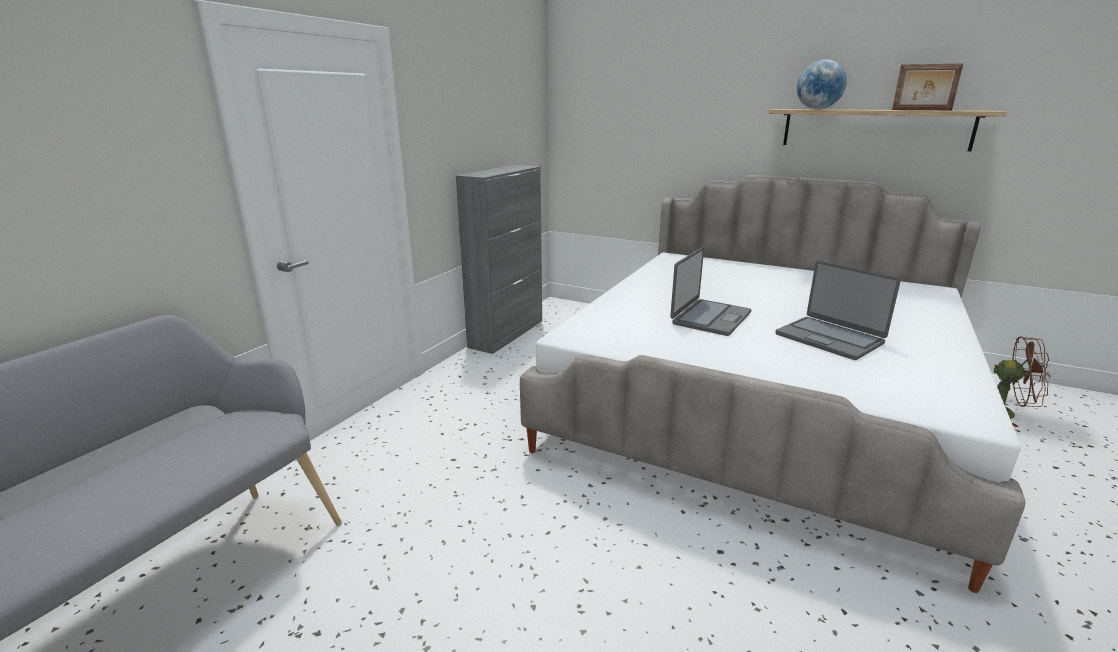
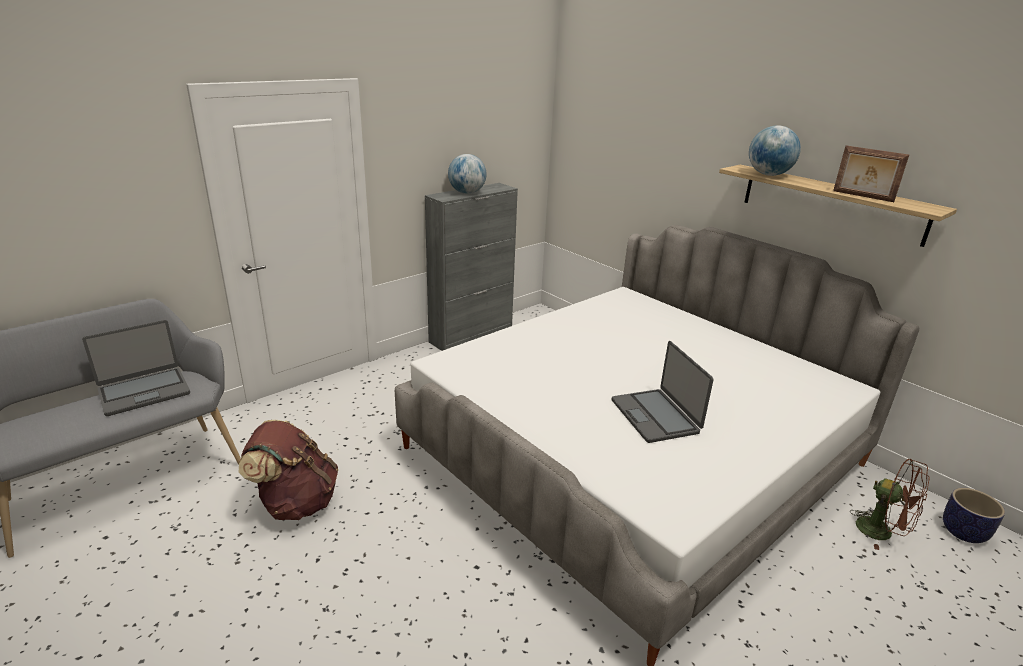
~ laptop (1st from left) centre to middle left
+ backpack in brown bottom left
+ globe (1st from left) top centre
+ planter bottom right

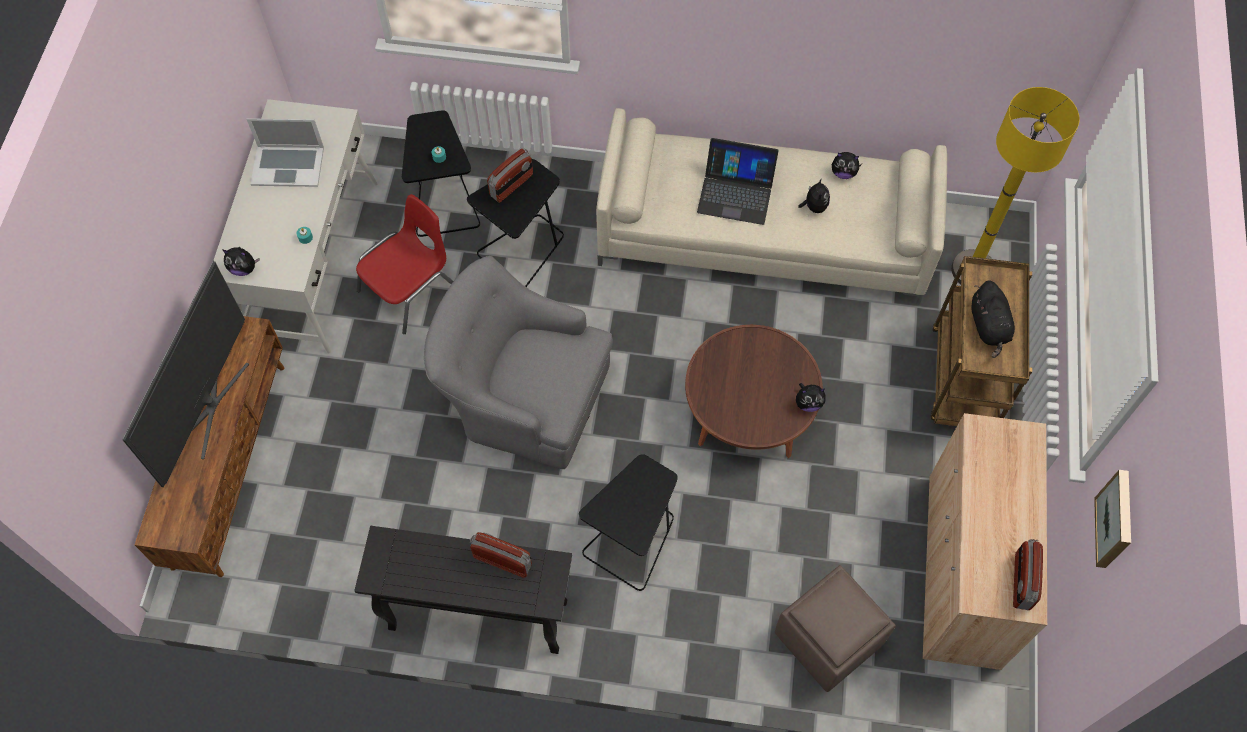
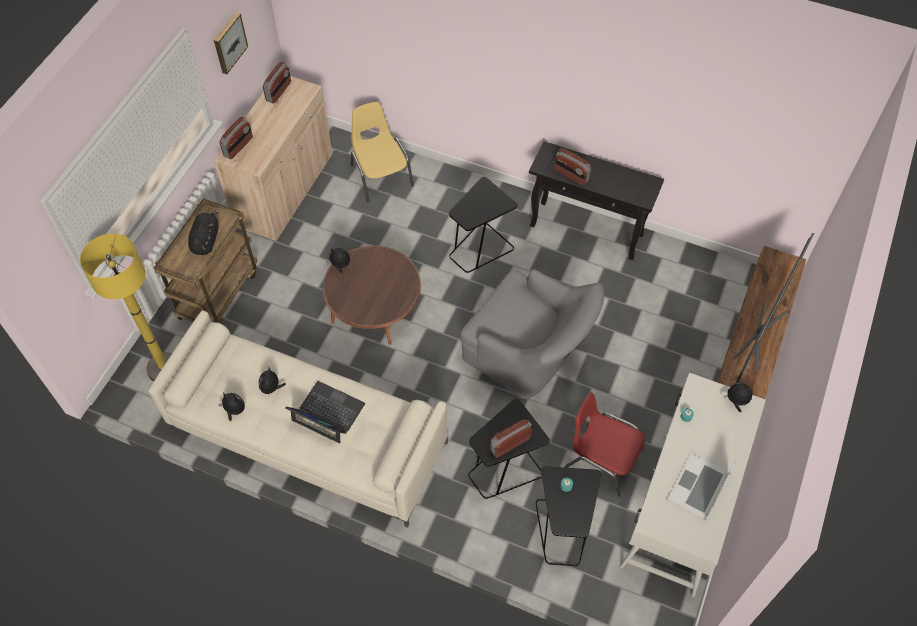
~ laptop (1st from left in the first image) top left = bottom right 75 degrees counterclockwise
~ chair in red middle left = bottom centre 60 degrees clockwise
~ ottoman in brown bottom right to chair in yellow top centre
+ radio (1st from left) top left

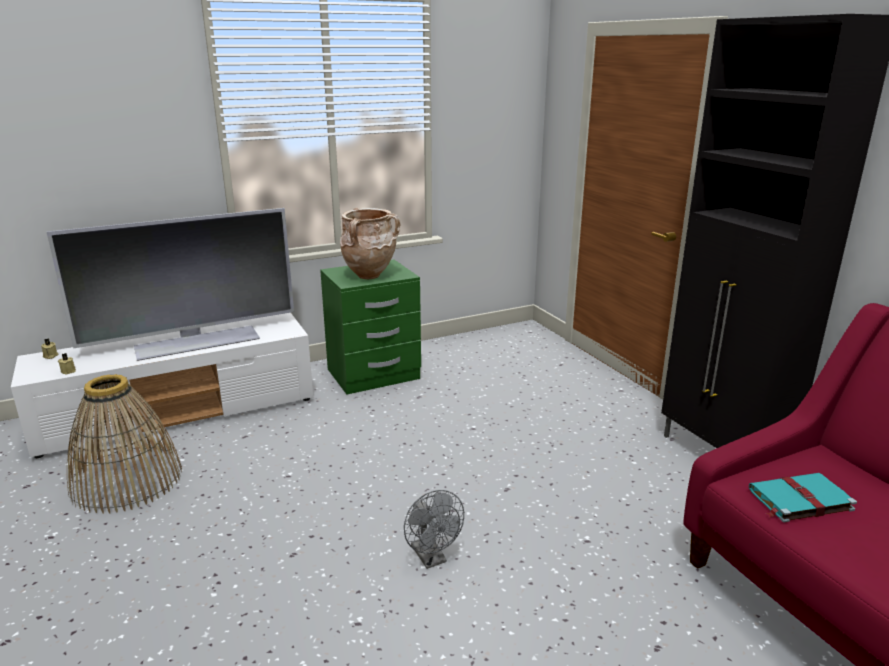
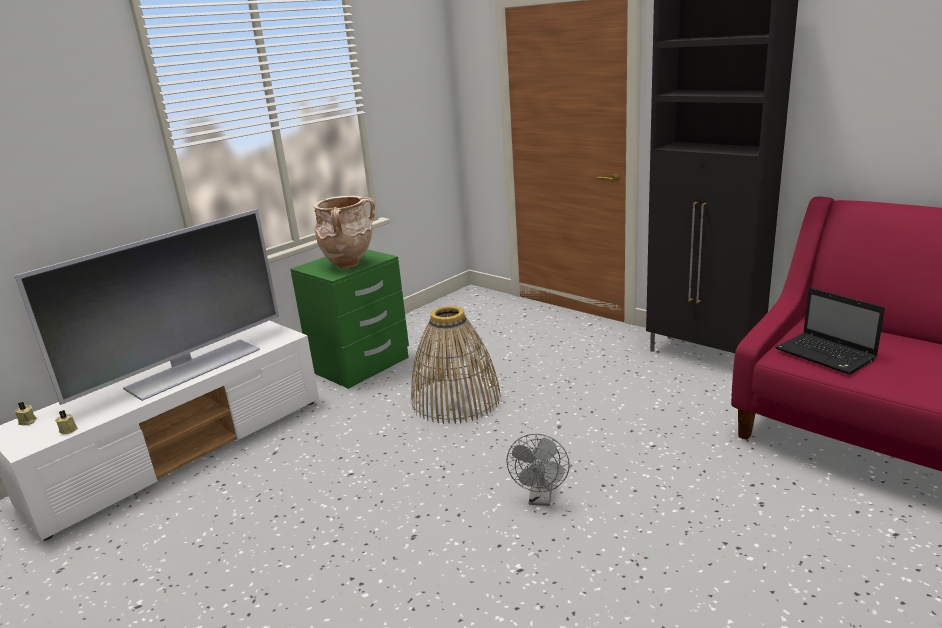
~ basket bottom left to centre
~ fan in grey bottom centre = bottom centre 60 degrees clockwise
~ book in turquoise bottom right to laptop middle right

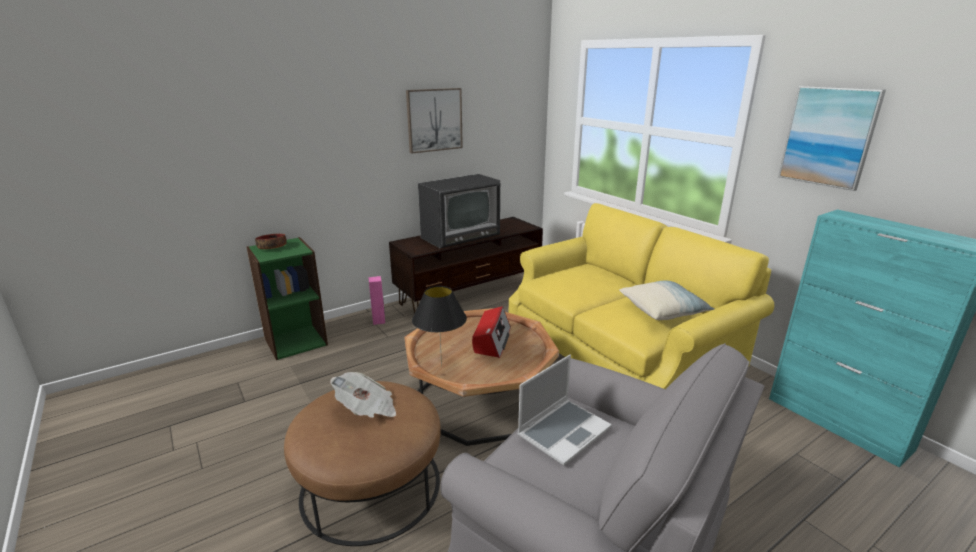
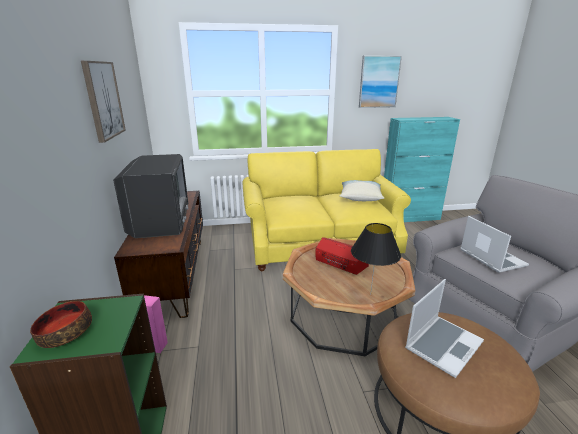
~ newspaper bottom centre to laptop (1st from left) bottom right

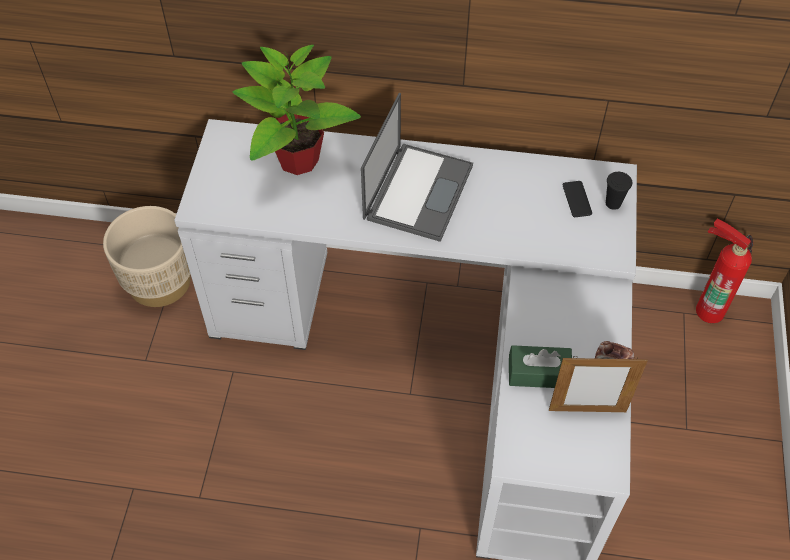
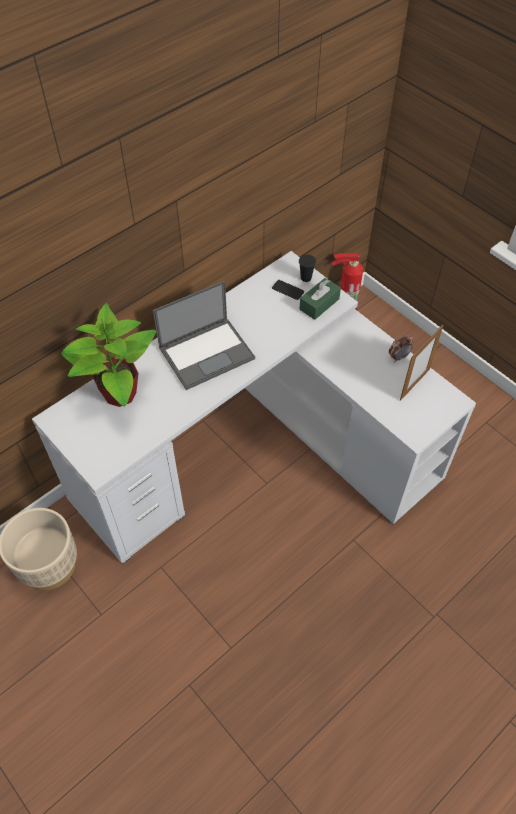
~ laptop top centre = centre 90 degrees clockwise
~ tissue box in green middle right to centre

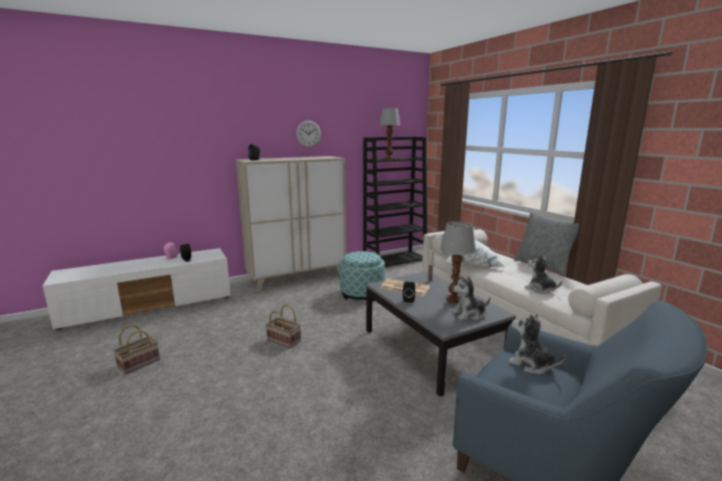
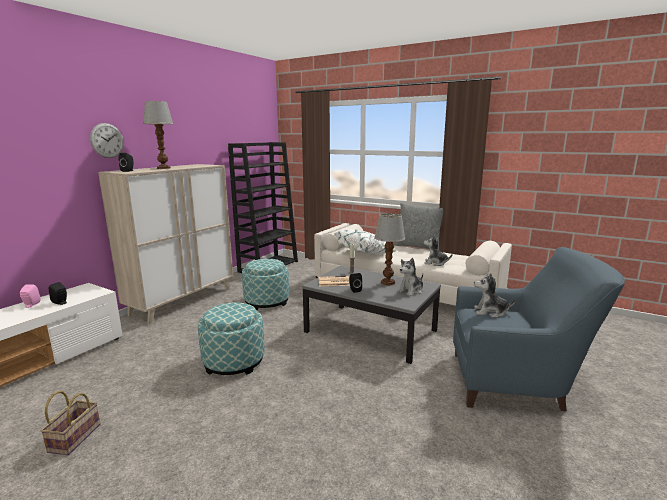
~ basket (2nd from left) bottom centre to ottoman (1st from left) bottom centre
~ wall clock top centre to top left
~ table lamp (1st from left) top centre to top left

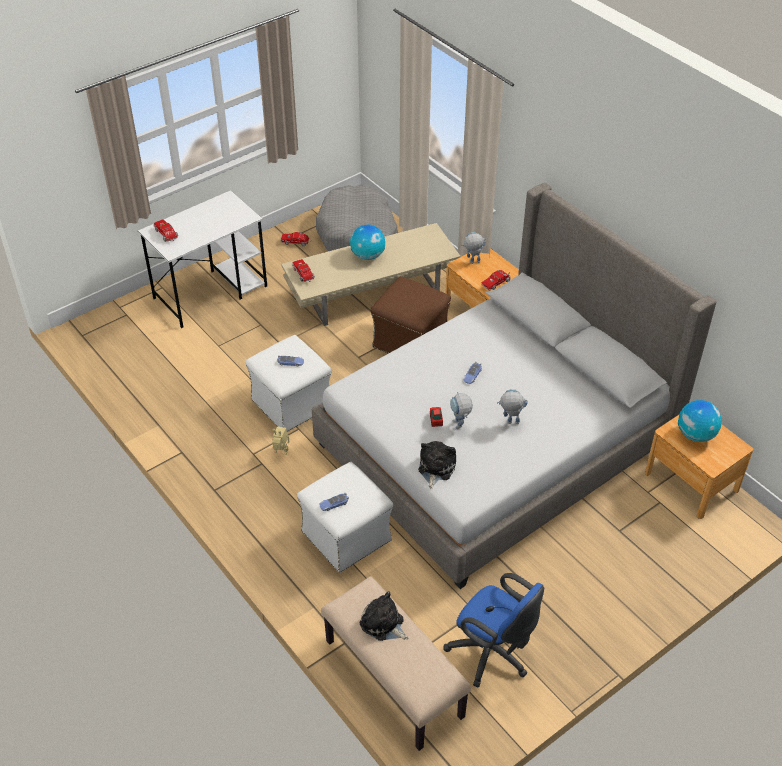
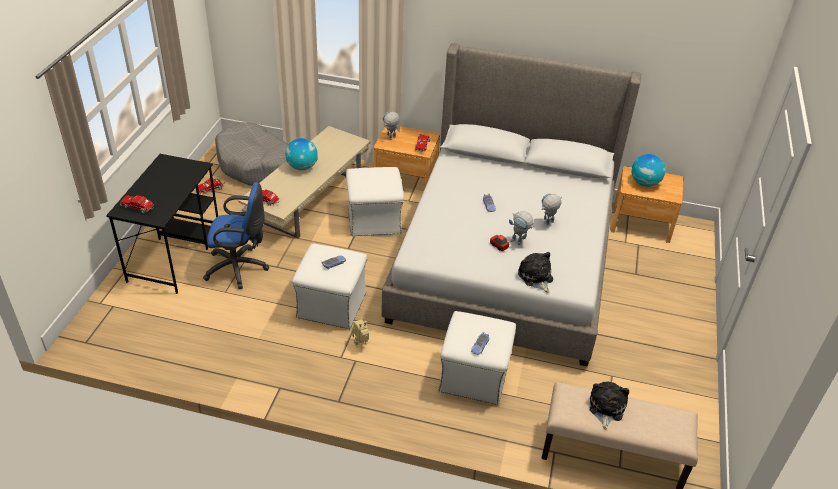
~ desk in white middle left to desk in black middle left
~ plush toy (1st from left in the first image) bottom centre = bottom right 105 degrees clockwise
~ ottoman in brown centre to ottoman in white (2nd from left) centre
~ office chair in blue bottom centre to middle left

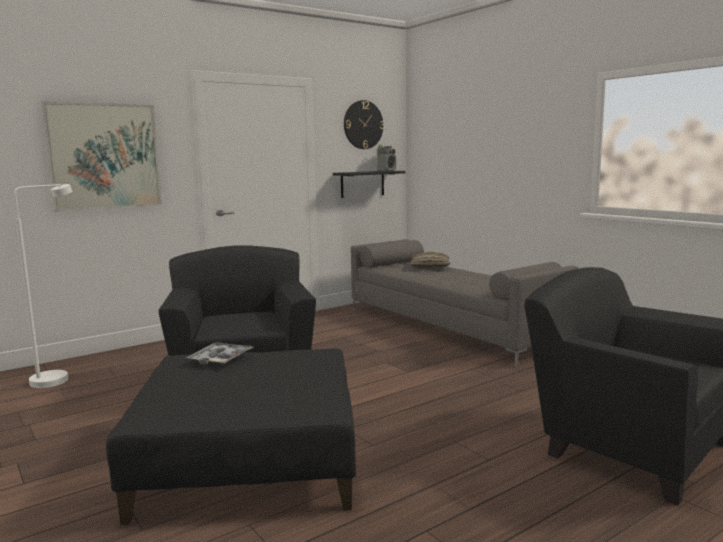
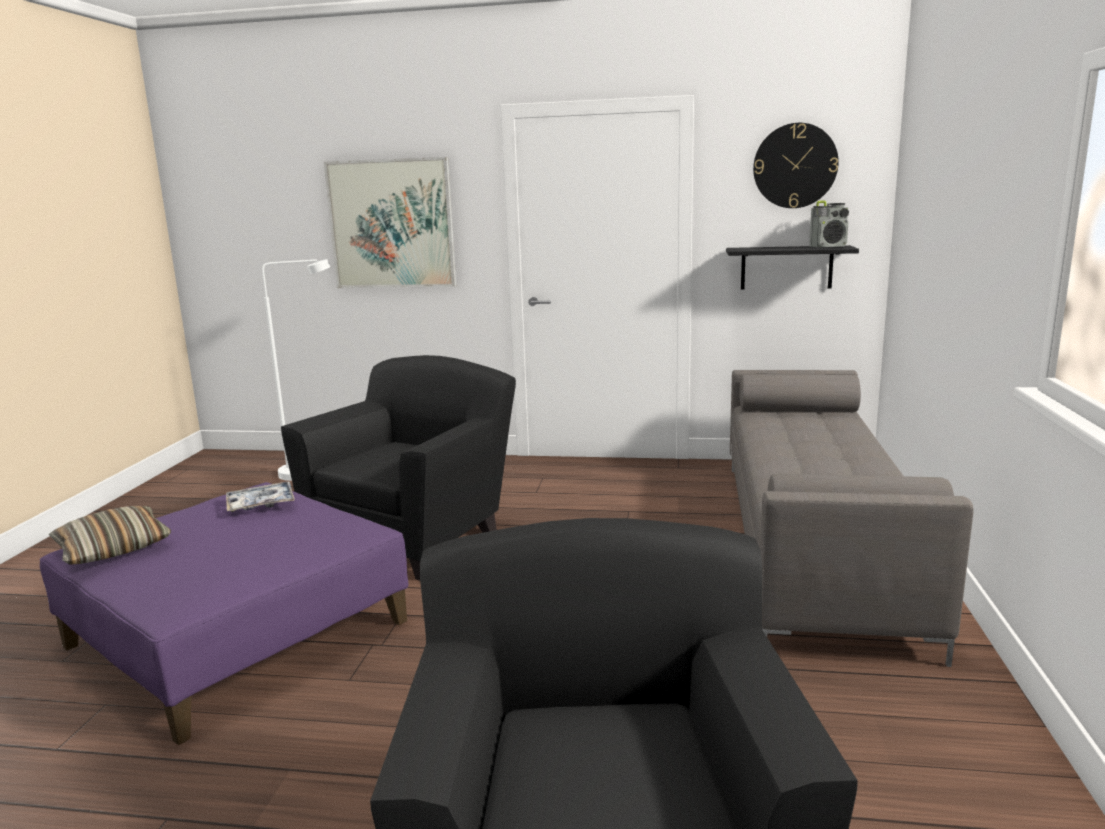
~ ottoman in black bottom left to ottoman in purple bottom left
~ pillow centre to middle left

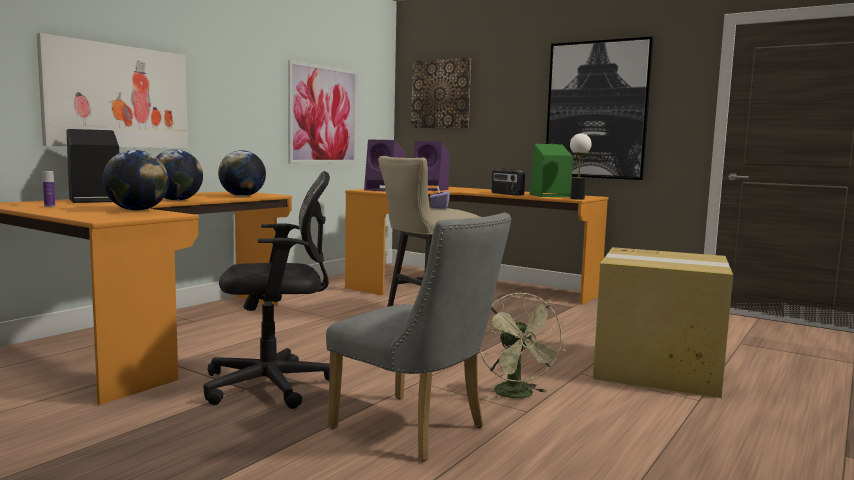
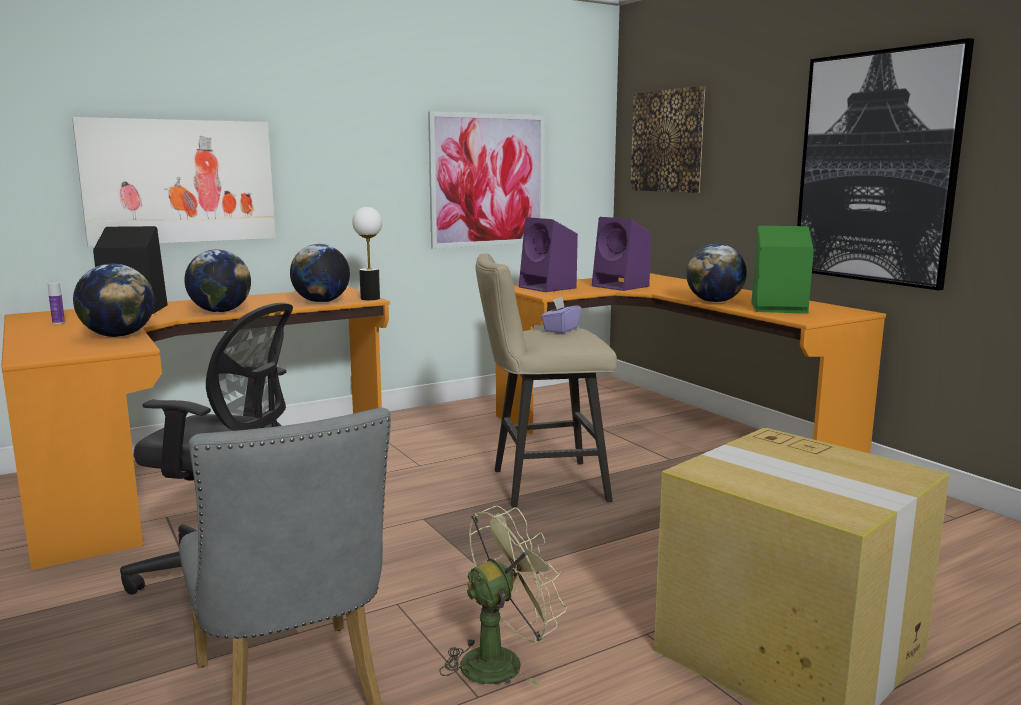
~ fan in green bottom centre = bottom centre 135 degrees counterclockwise
~ radio centre to globe (4th from left) middle right
~ table lamp middle right to centre

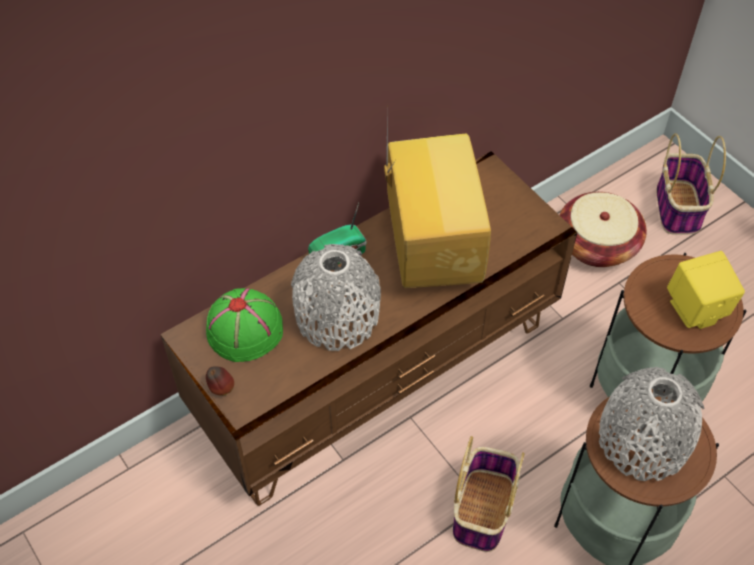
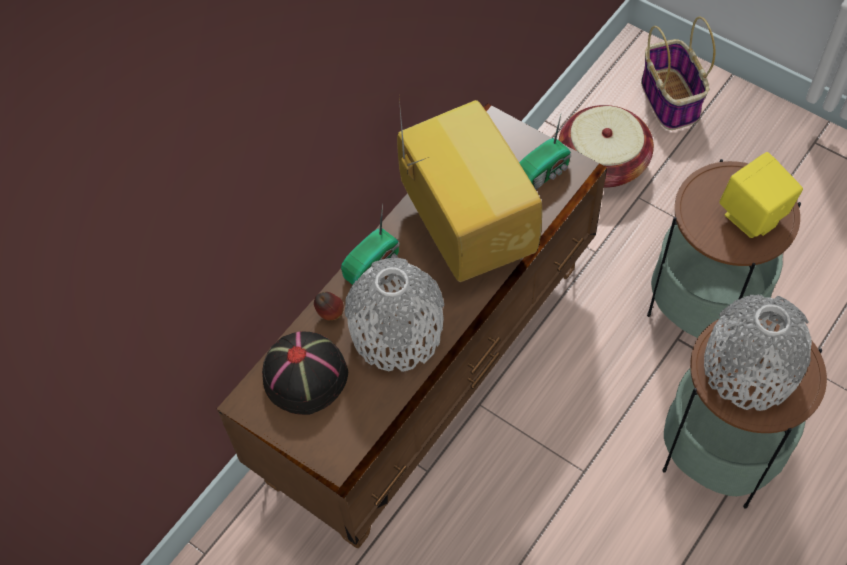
~ hat in green middle left to hat in black centre
~ apple bottom left to centre
- basket (1st from left) bottom centre
+ radio (2nd from left) top centre

